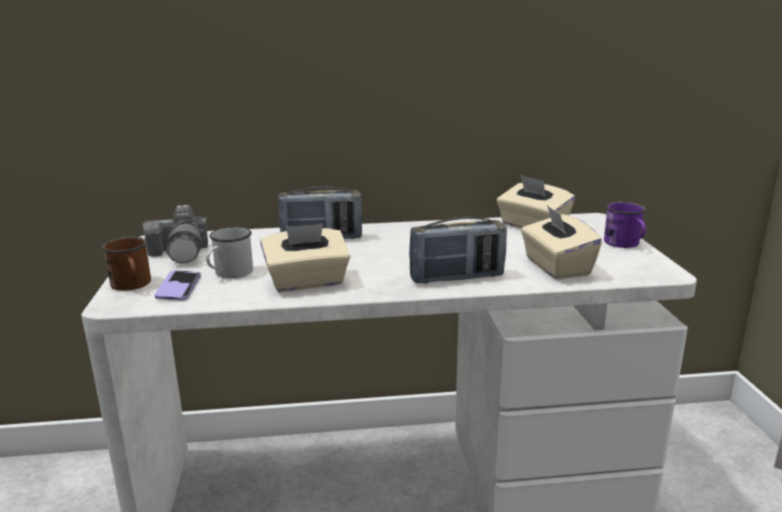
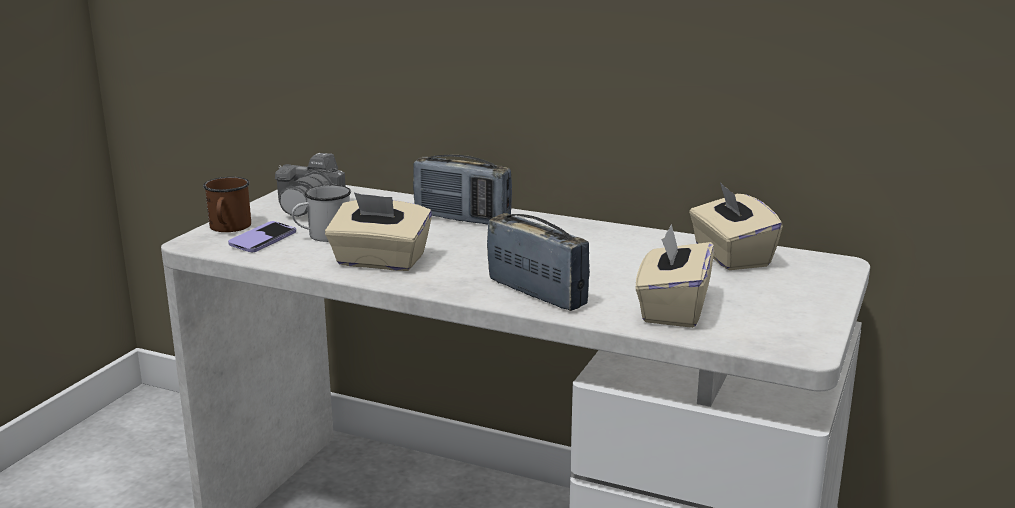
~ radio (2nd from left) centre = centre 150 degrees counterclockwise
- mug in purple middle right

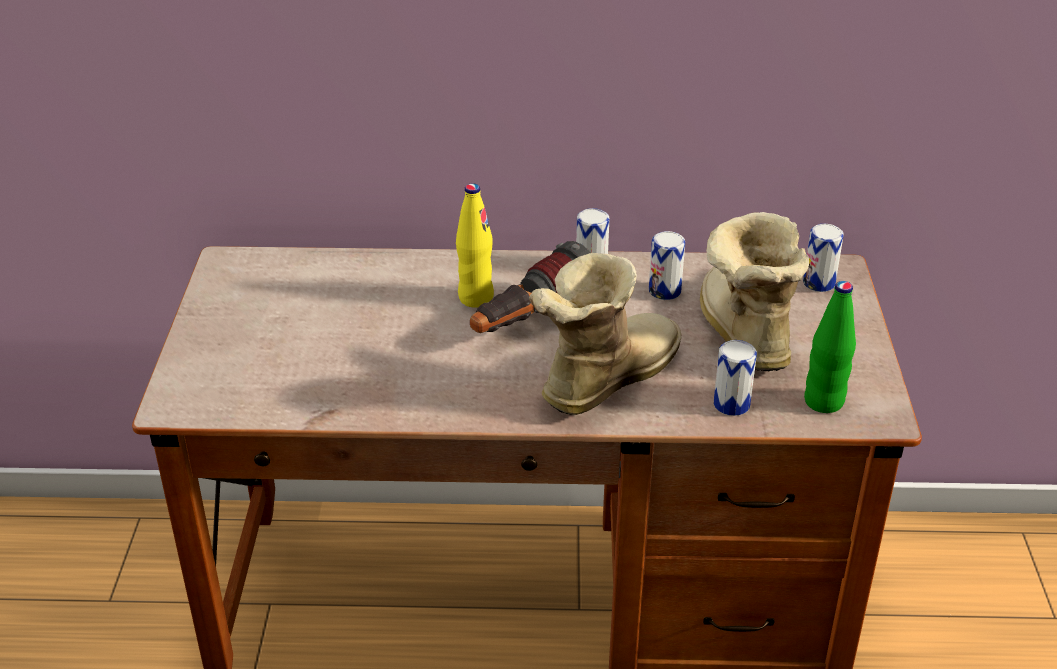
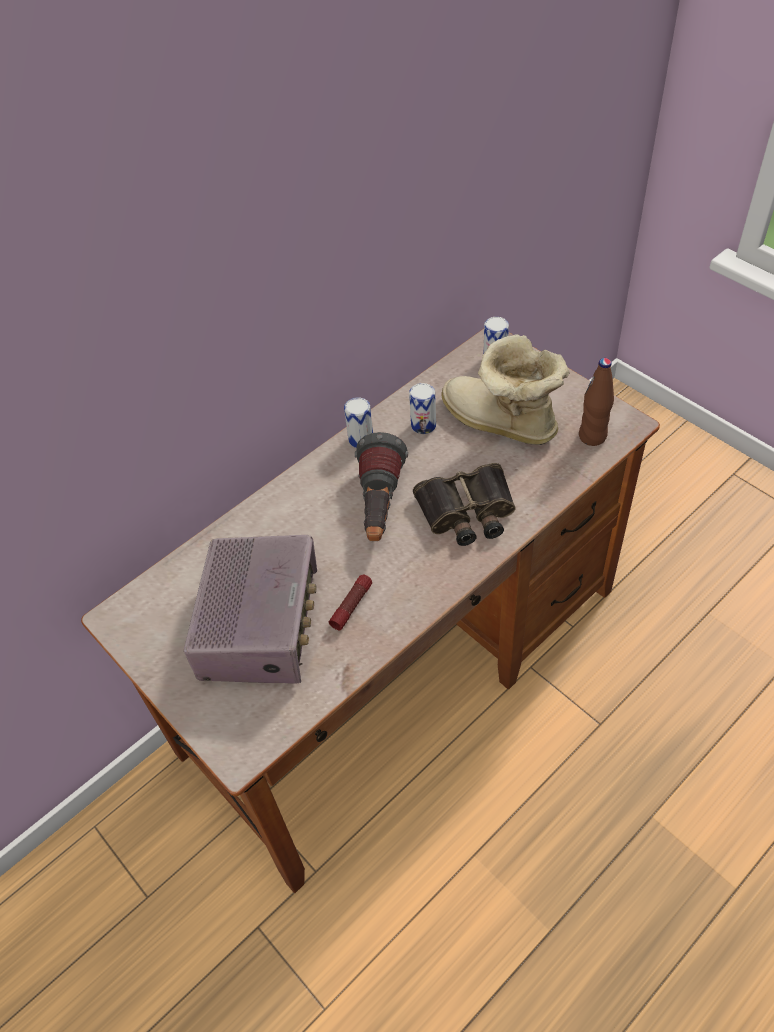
- bottle in yellow centre
~ boot (1st from left) centre to binoculars centre
- can (3rd from left) middle right
~ bottle in green middle right to bottle in brown middle right
+ radio middle left
+ flashlight (1st from left) centre

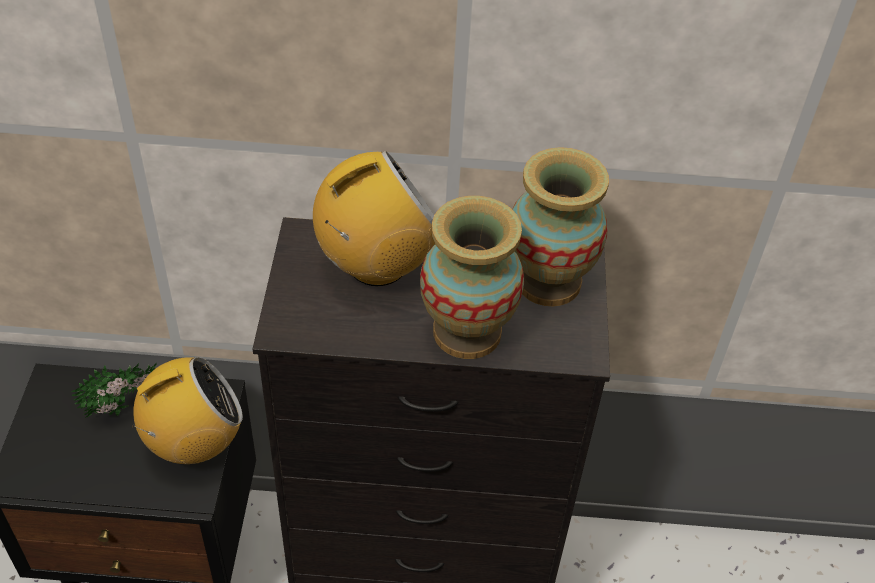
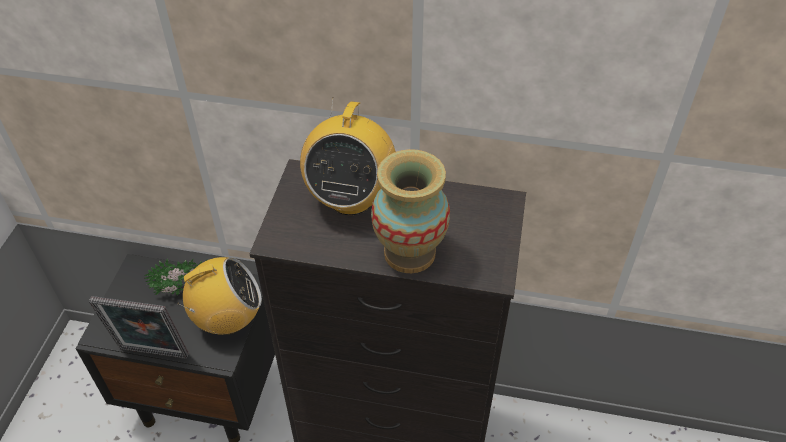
~ radio (2nd from left) centre = centre 120 degrees clockwise
- vase (2nd from left) centre
+ picture frame bottom left

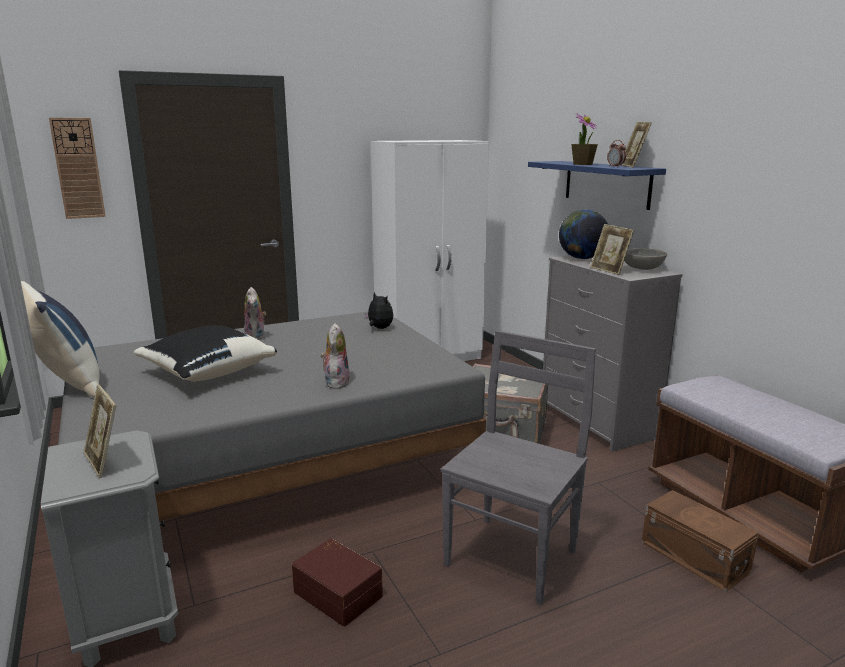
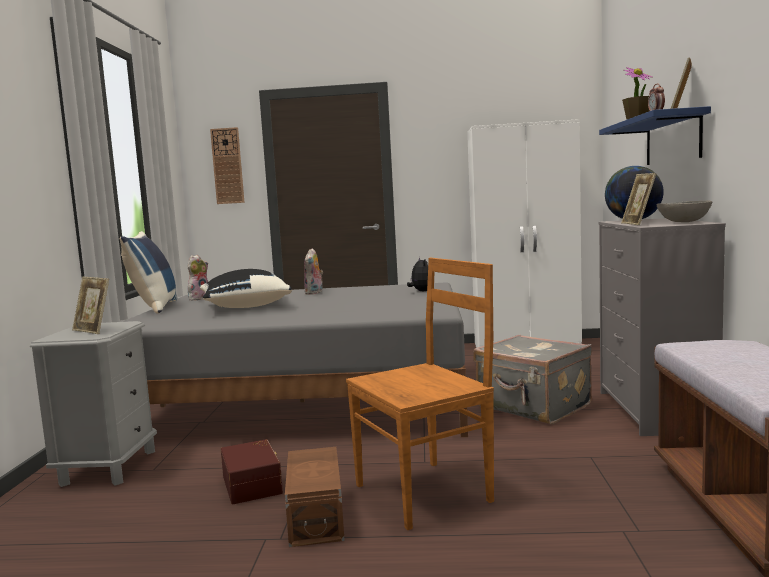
~ picture frame (1st from left) middle left = middle left 45 degrees counterclockwise
~ plush toy (2nd from left in the first image) centre to plush toy (1st from left) middle left
~ chair in grey bottom centre to chair in brown bottom centre
~ storage box in brown (2nd from left) bottom right to bottom centre

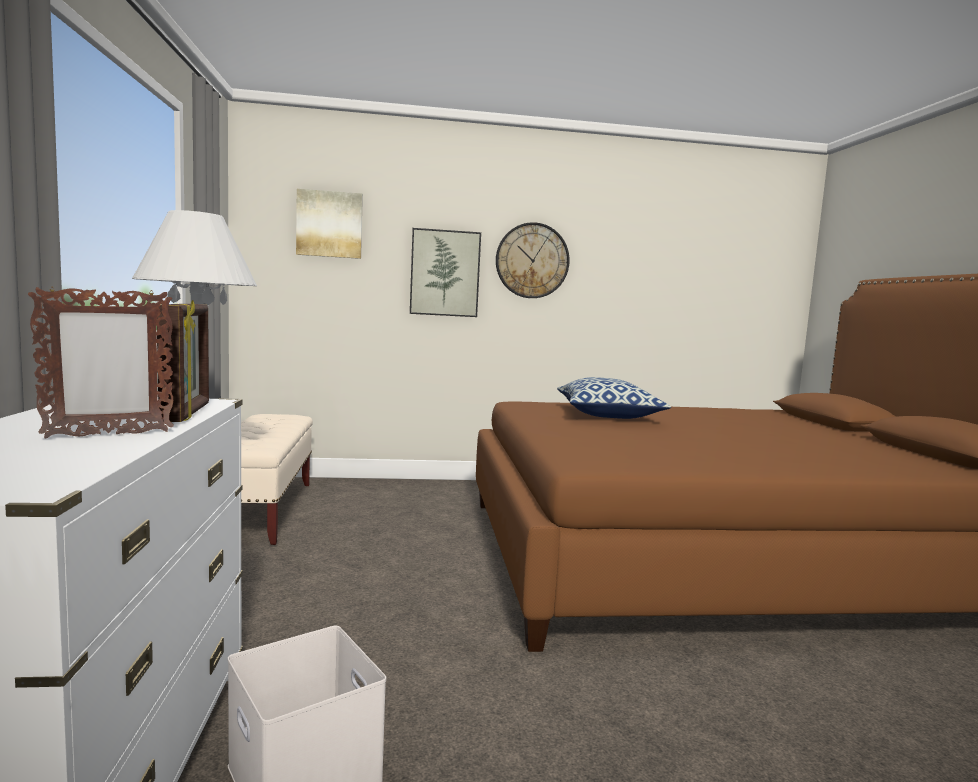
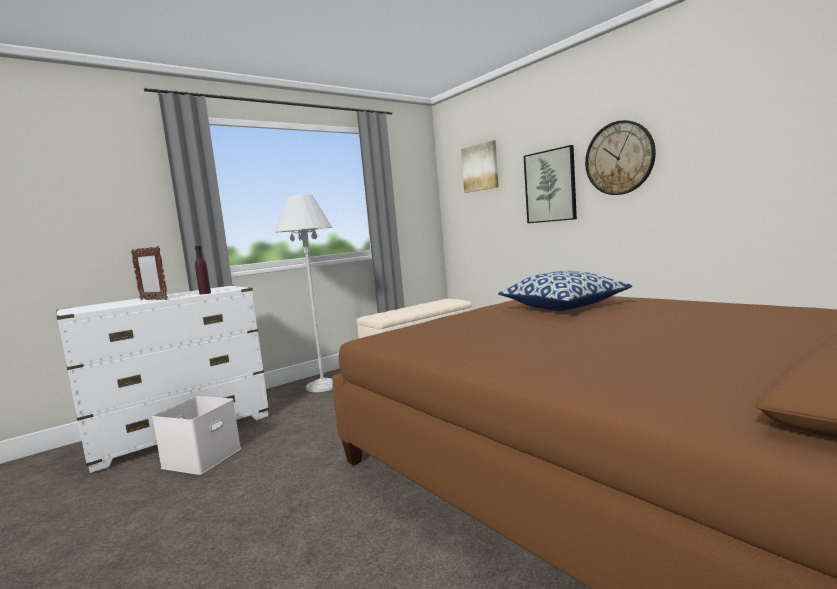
~ picture frame (2nd from left) middle left to bottle in purple middle left

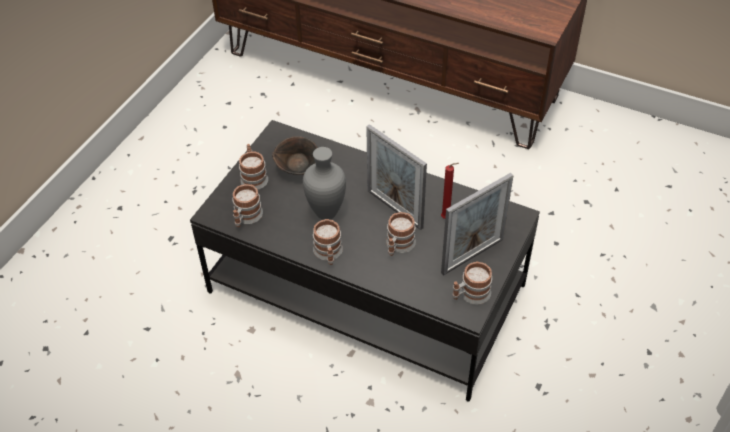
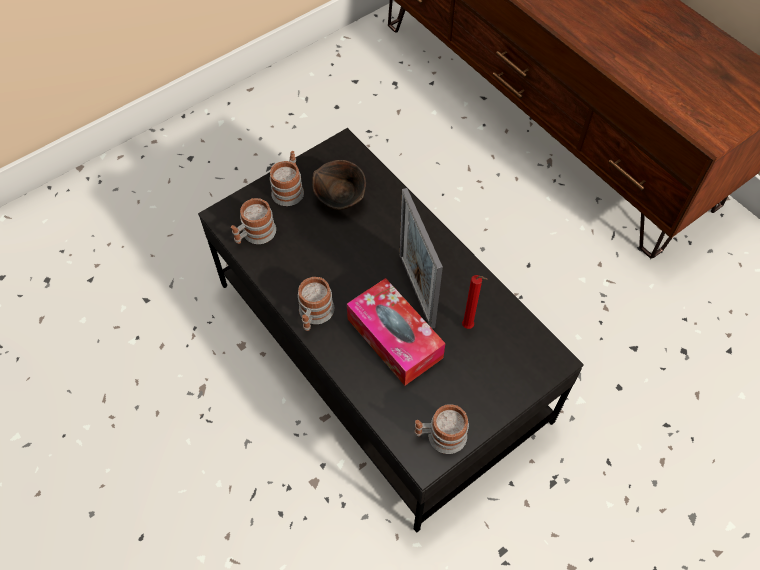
- vase in grey centre
~ mug (4th from left) centre to tissue box centre
- picture frame (2nd from left) centre

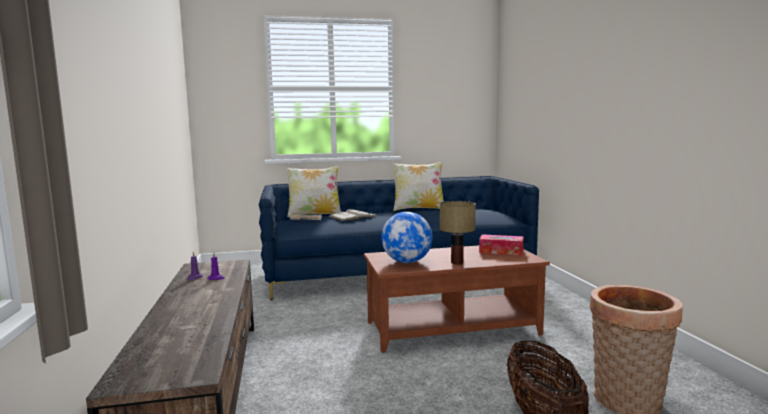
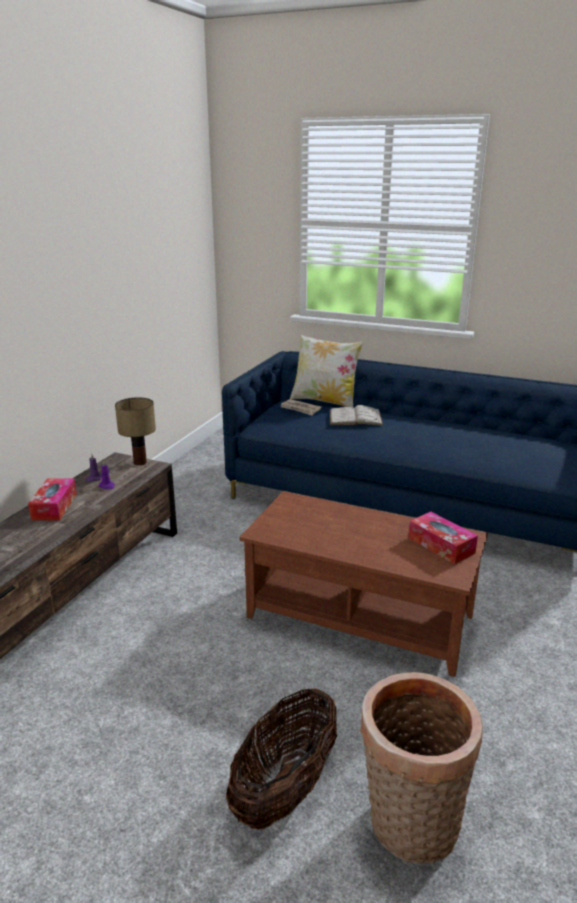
- globe centre
- pillow (2nd from left) centre
~ table lamp centre to middle left
+ tissue box (1st from left) middle left

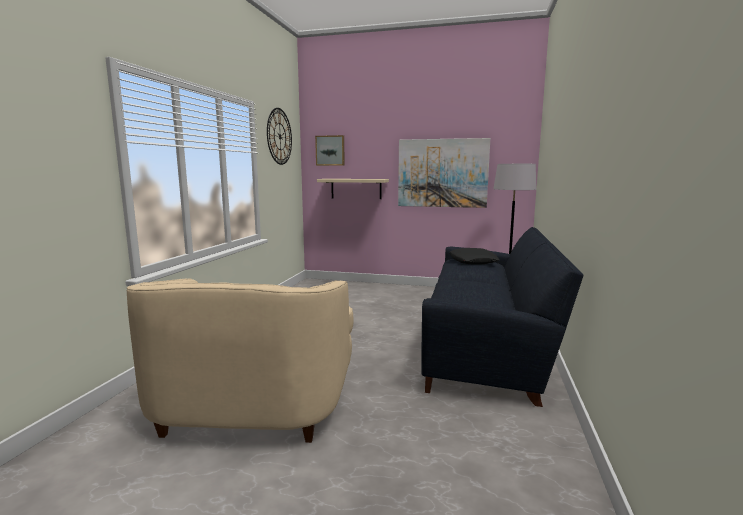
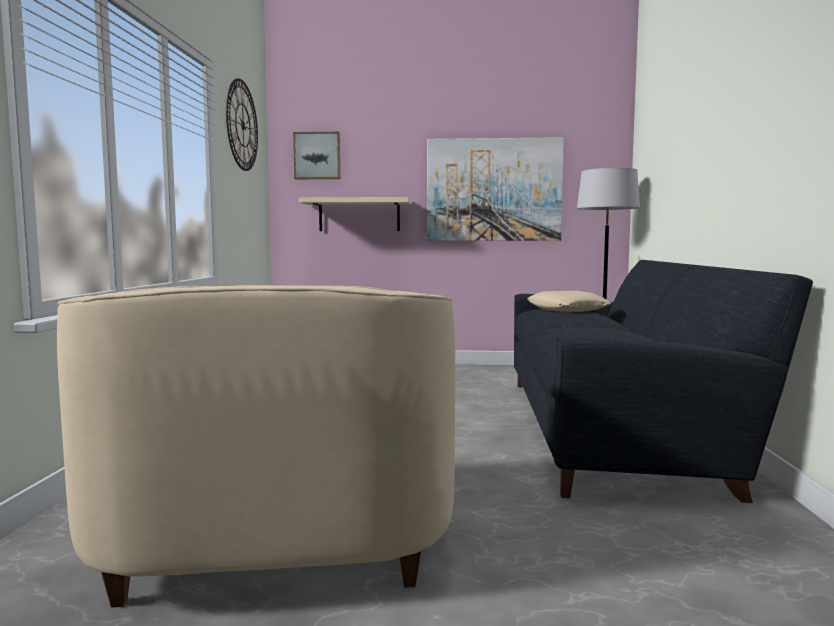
~ pillow in black centre to pillow in beige middle right

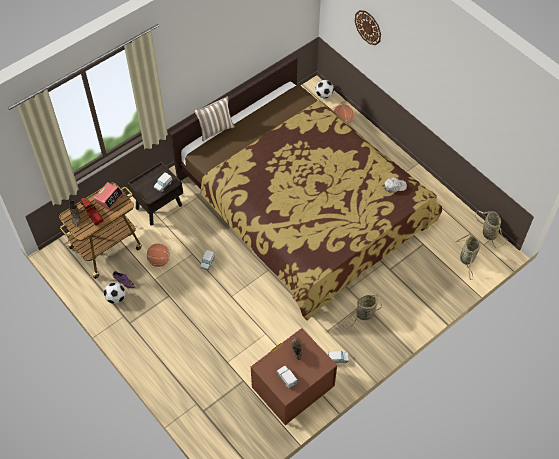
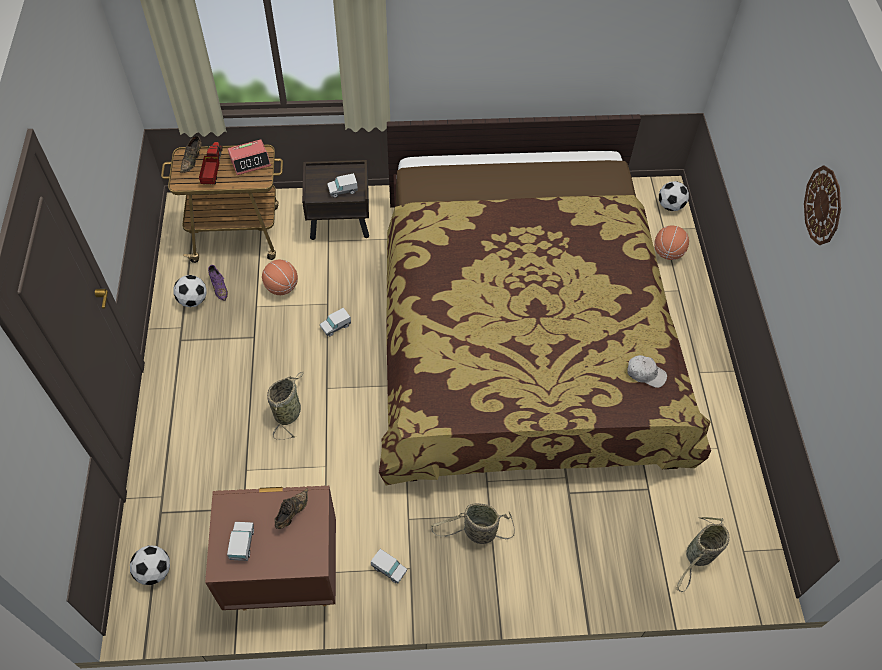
- pillow top centre
~ wall clock top centre to top right
~ basket (3rd from left in the first image) middle right to basket (1st from left) middle left
+ football (1st from left) bottom left

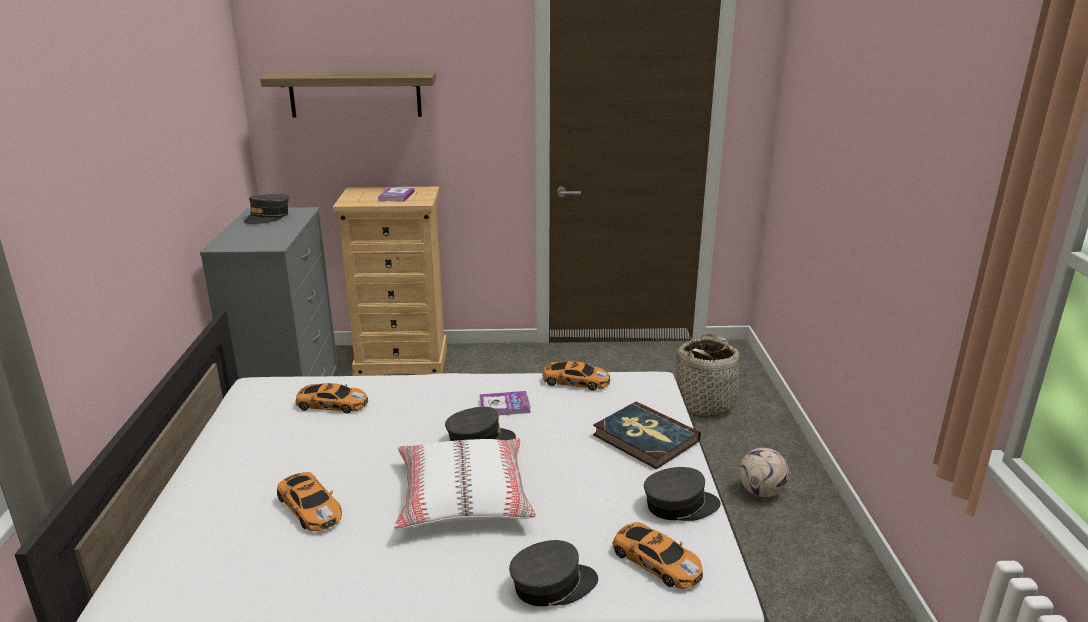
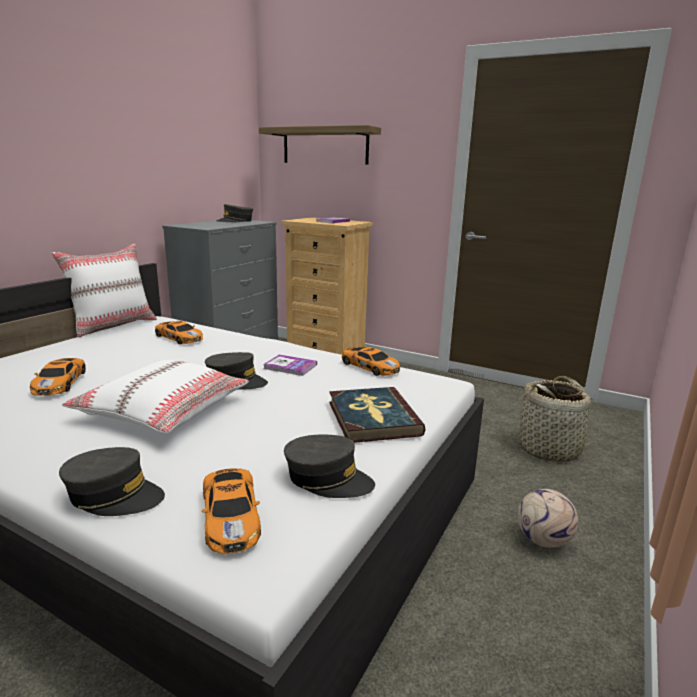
+ pillow in white (1st from left) middle left

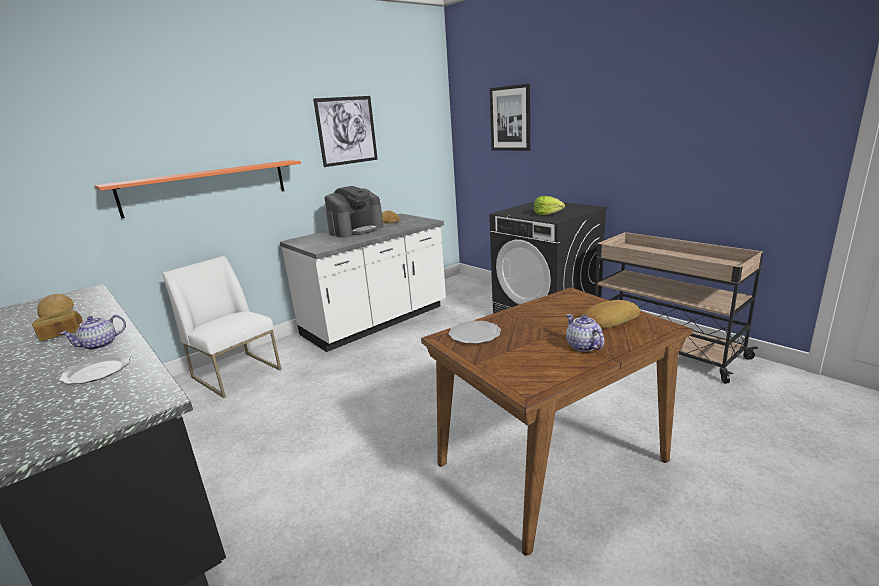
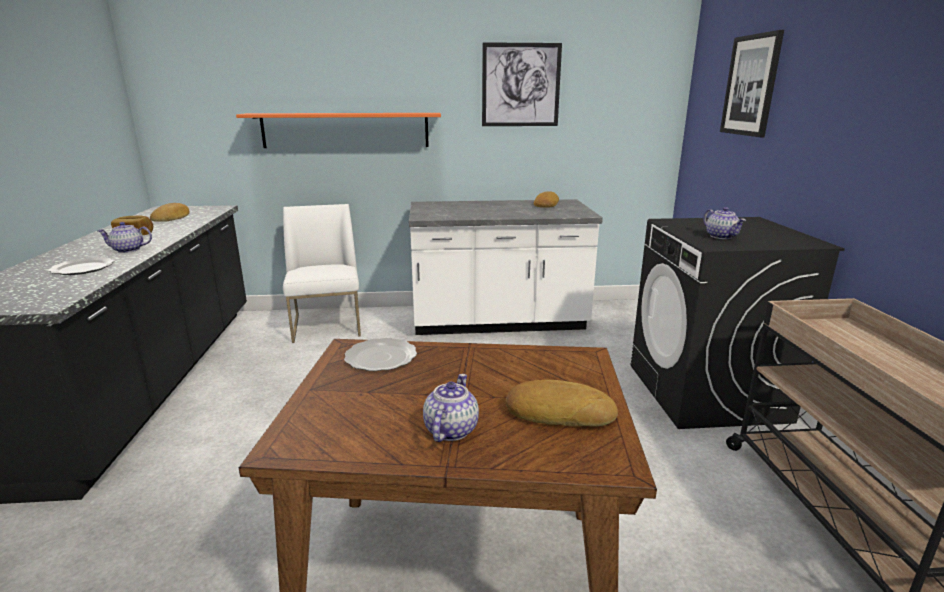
- coffee machine centre
~ lettuce centre to teapot (3rd from left) middle right

